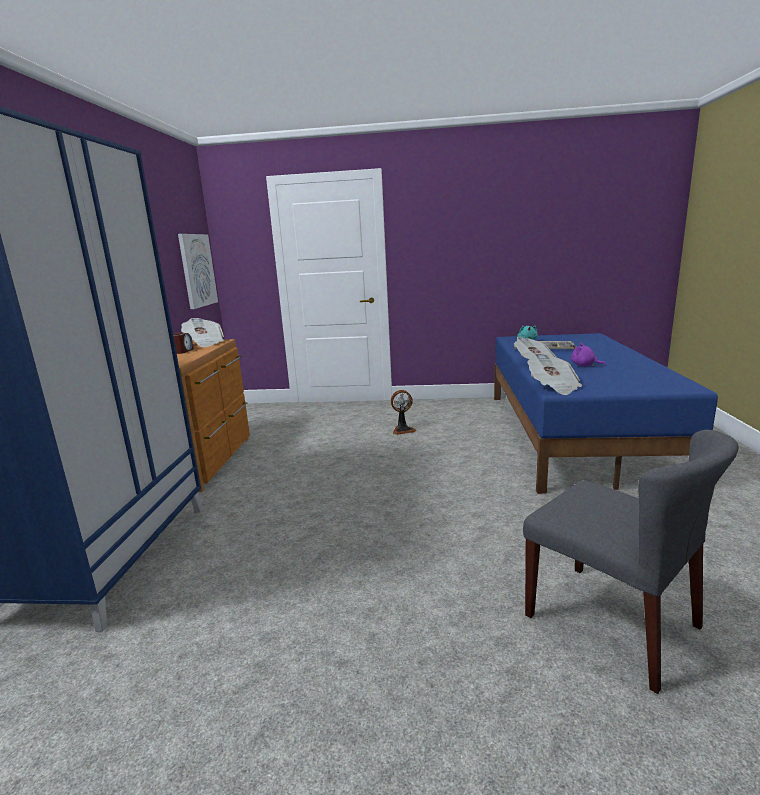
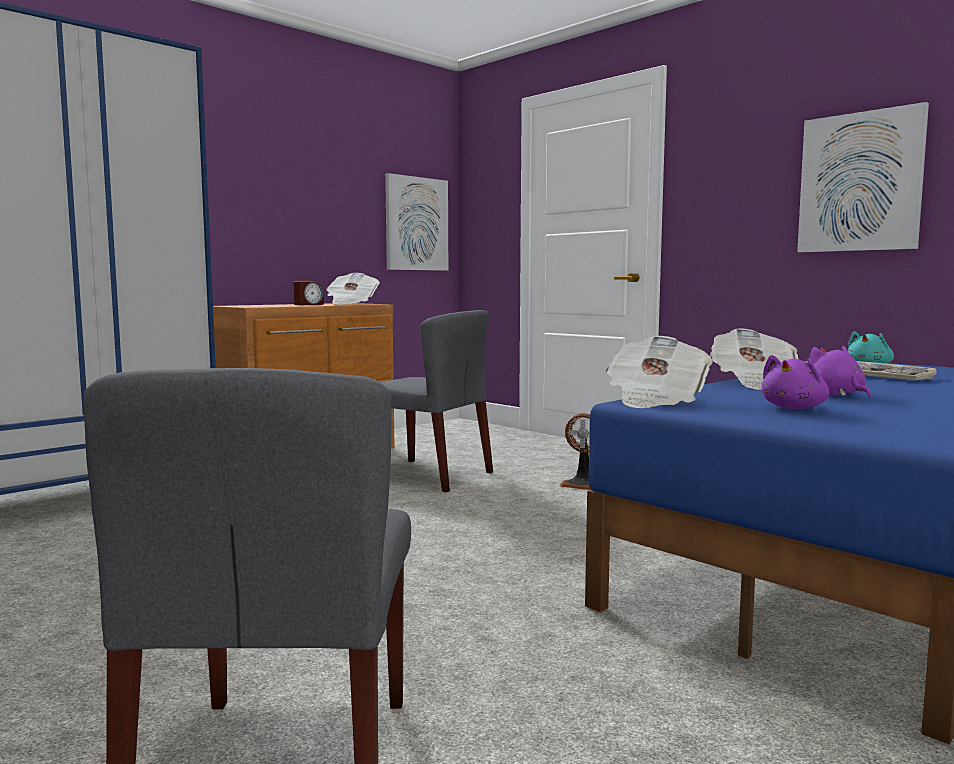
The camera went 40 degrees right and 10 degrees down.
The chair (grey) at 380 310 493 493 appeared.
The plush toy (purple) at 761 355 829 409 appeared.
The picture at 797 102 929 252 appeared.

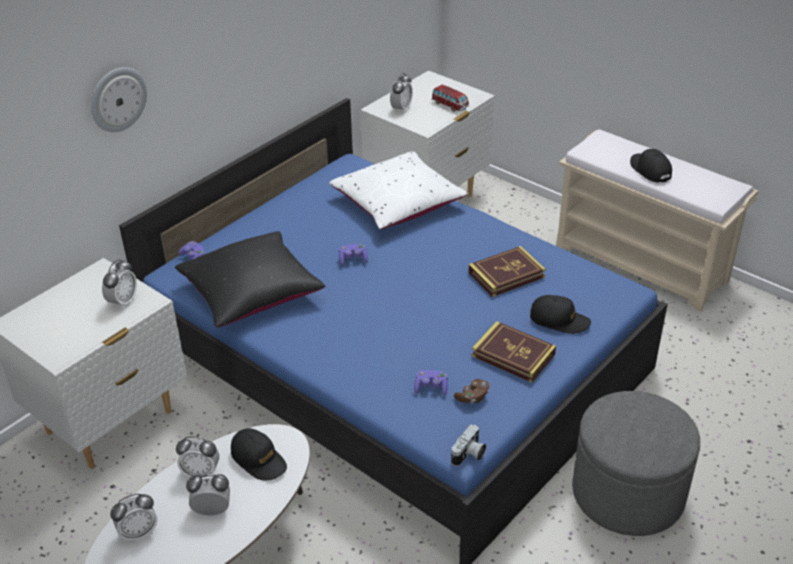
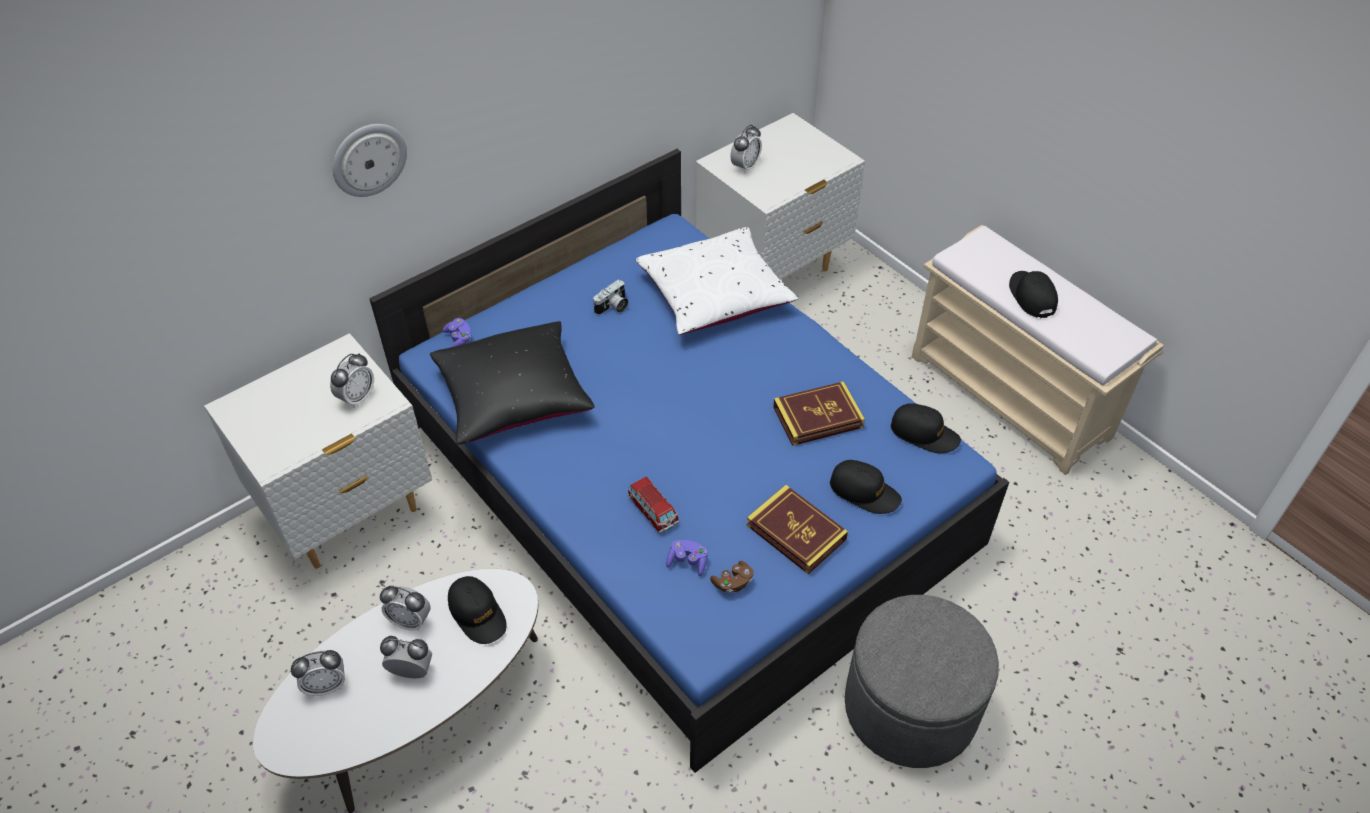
The camera went 10 degrees right and 10 degrees up.
The photo camera moved from 451 424 486 466 to 593 280 629 315.
The toy car moved from 431 84 469 112 to 627 476 679 534.
The cap (black) at 891 403 961 453 appeared.
The game controller (purple) at 339 244 368 266 disappeared.

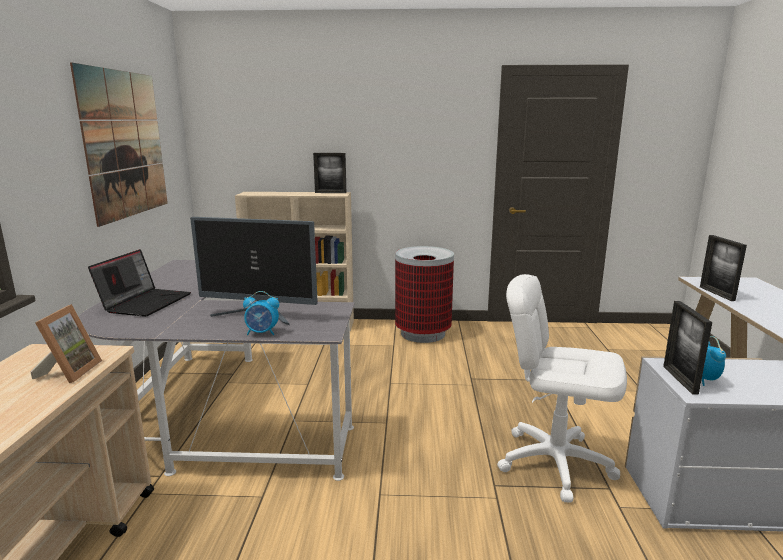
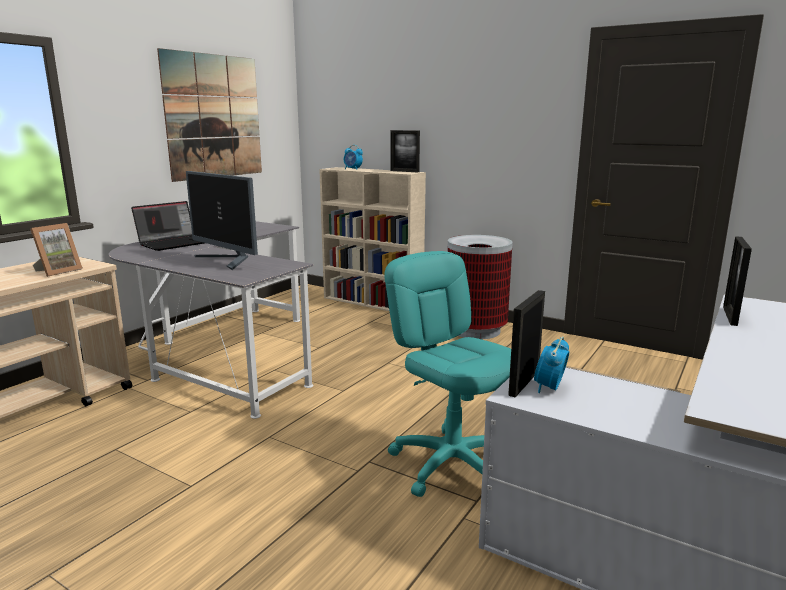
The camera went 30 degrees right and 0 degrees up.
The alarm clock moved from 243 291 279 335 to 344 145 363 169.
The office chair (white) at 497 274 627 503 became the office chair (turquoise) at 385 251 511 497.

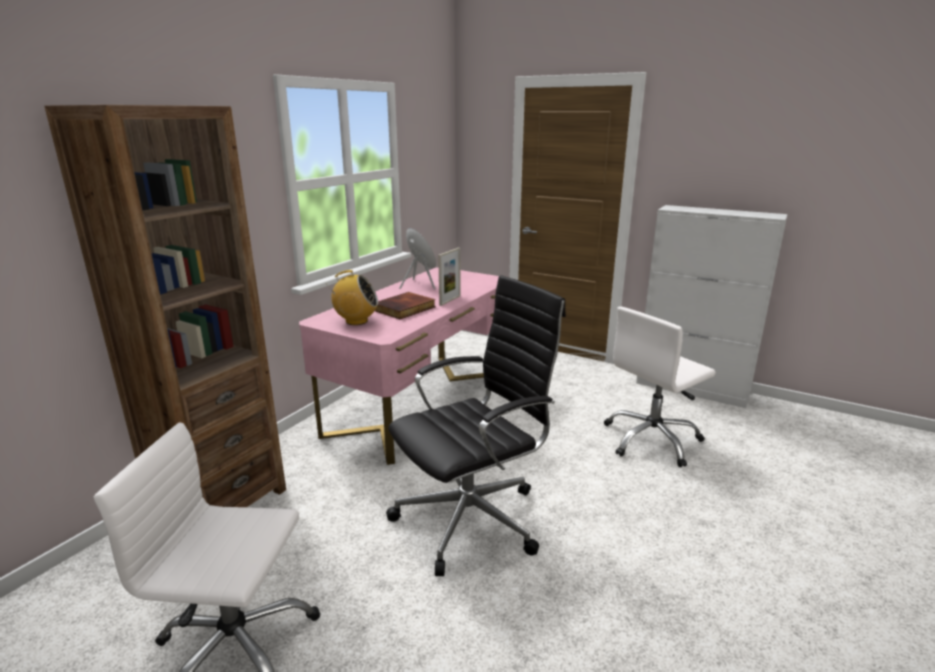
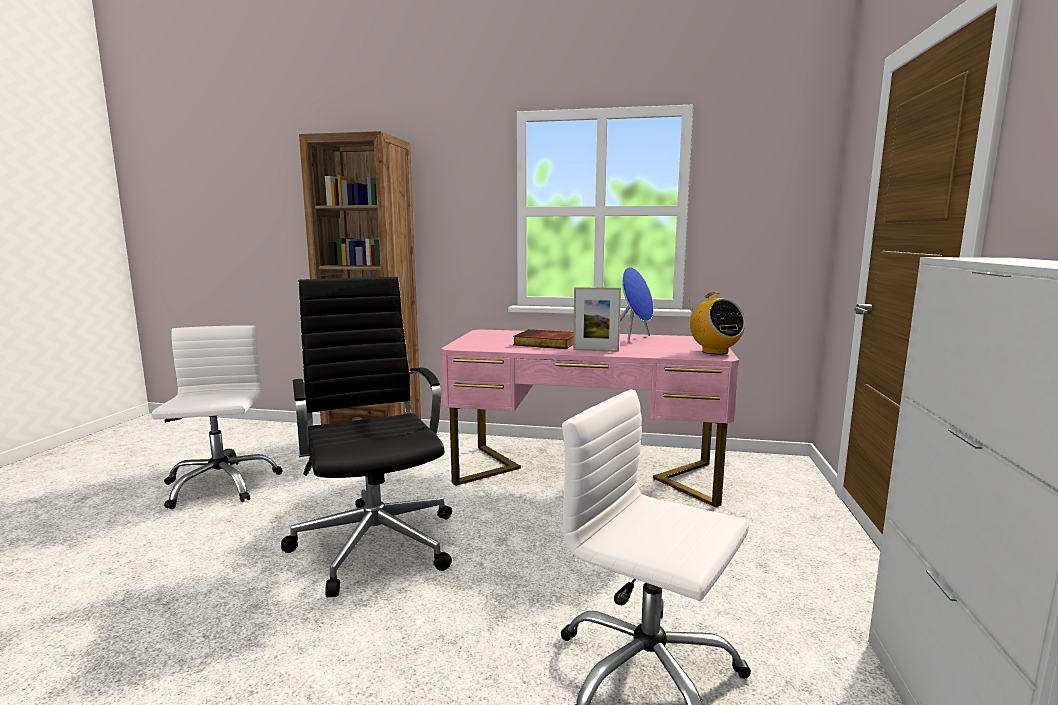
The camera went 70 degrees right and 10 degrees down.
The office chair (black) at 386 275 566 576 turned 150 degrees counterclockwise.
The radio moved from 326 270 378 325 to 690 292 745 355.

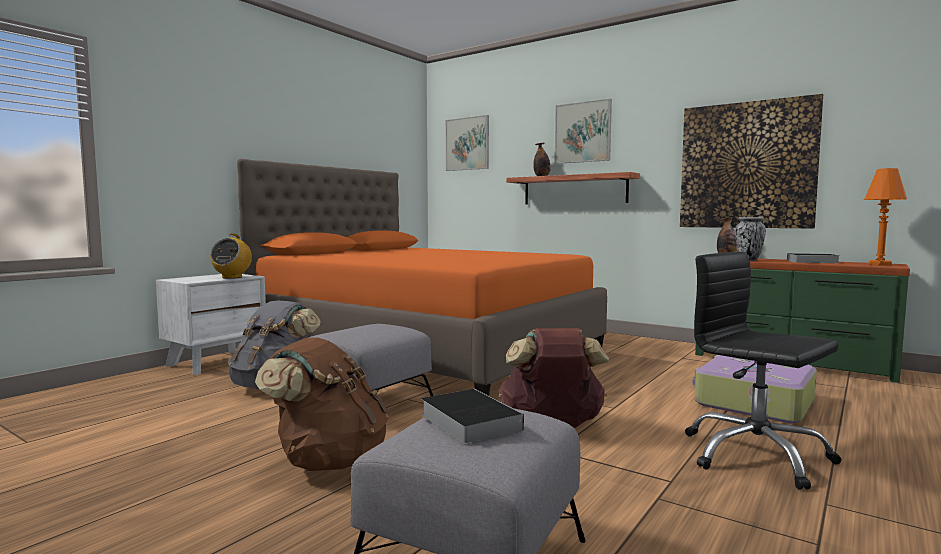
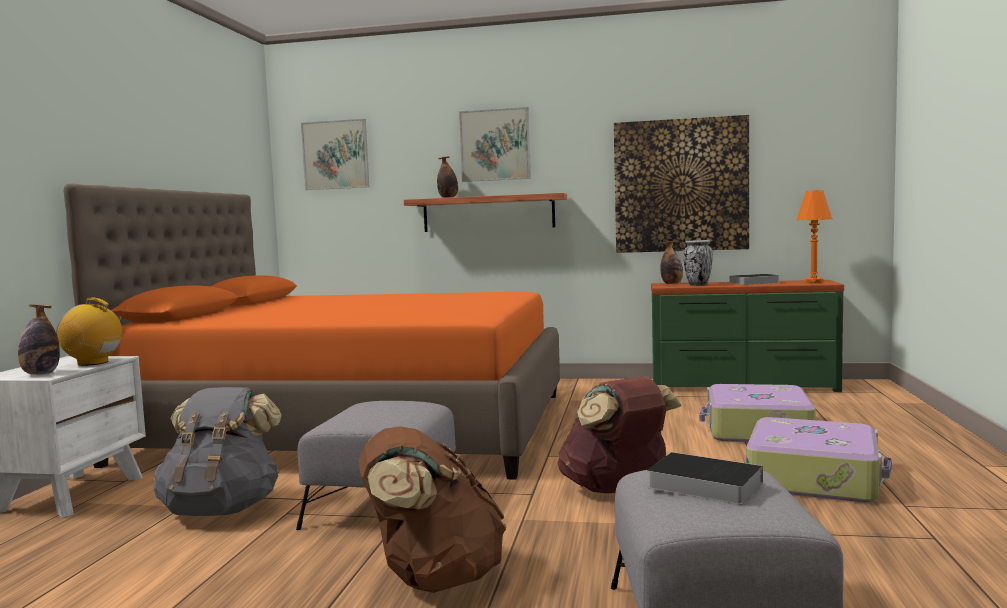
The camera went 25 degrees left and 0 degrees up.
The bottle at 18 304 60 375 appeared.
The radio at 210 233 252 279 turned 120 degrees clockwise.
The office chair (black) at 685 252 842 490 was replaced by the suitcase at 746 417 892 502.

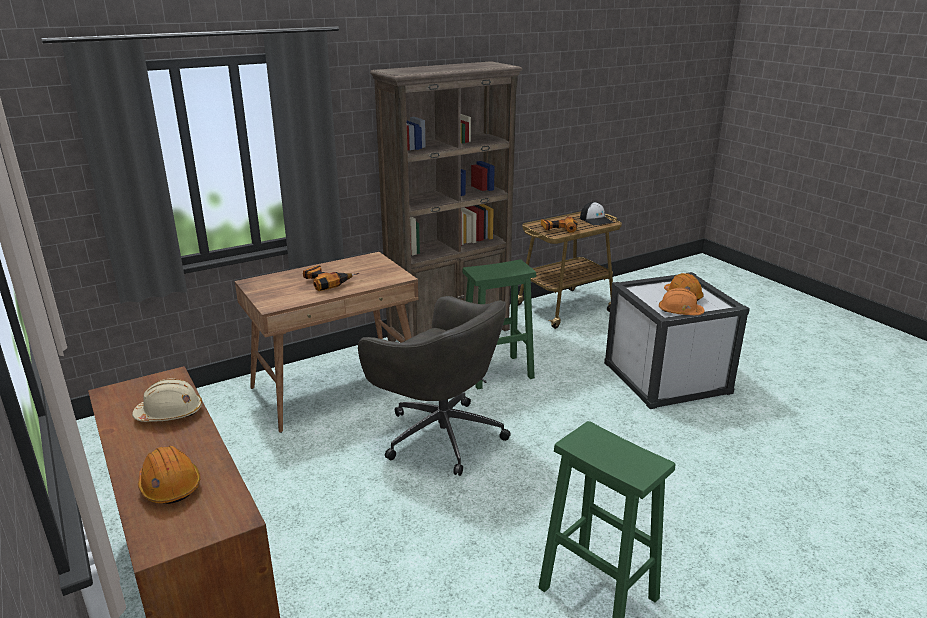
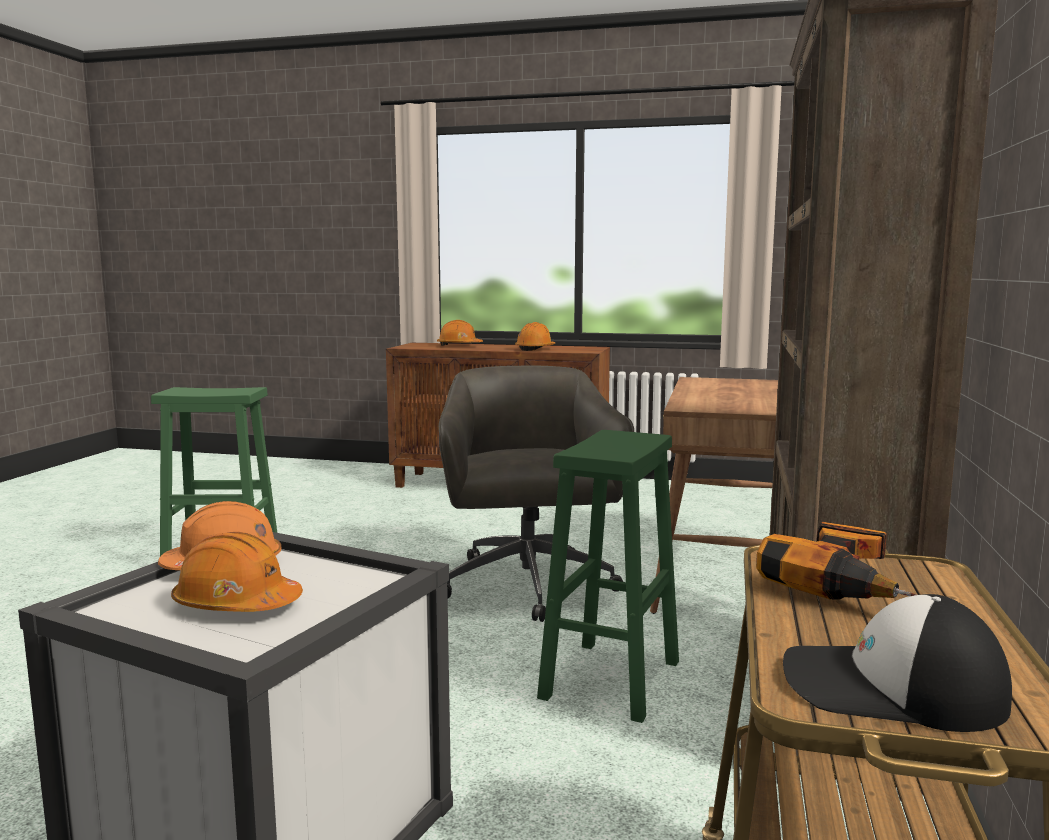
The camera went 135 degrees right and 15 degrees down.
The office chair (grey) at 358 296 511 476 turned 90 degrees clockwise.
The hard hat (beige) at 132 379 202 422 became the hard hat (orange) at 515 322 555 351.
The power drill at 303 265 359 291 disappeared.

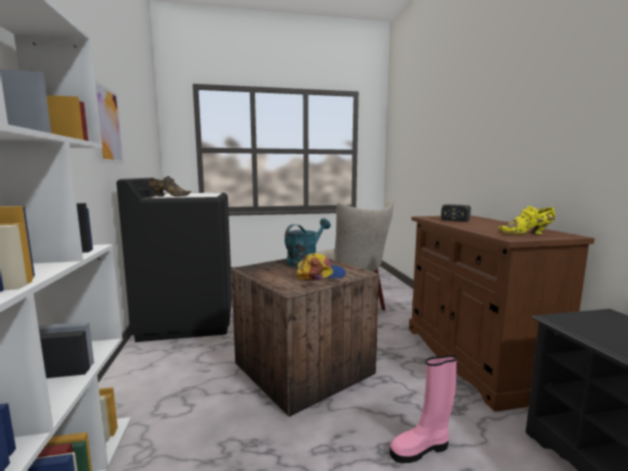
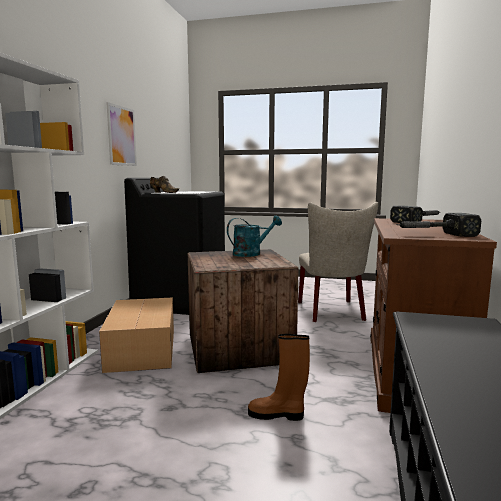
The camera went 25 degrees right and 0 degrees up.
The cardboard box at 99 298 174 373 appeared.
The boot (pink) at 390 355 457 463 became the boot (brown) at 248 334 310 421.
The shoe (yellow) at 498 206 555 234 was replaced by the hammer at 396 213 481 237.
The cap at 296 253 346 281 disappeared.

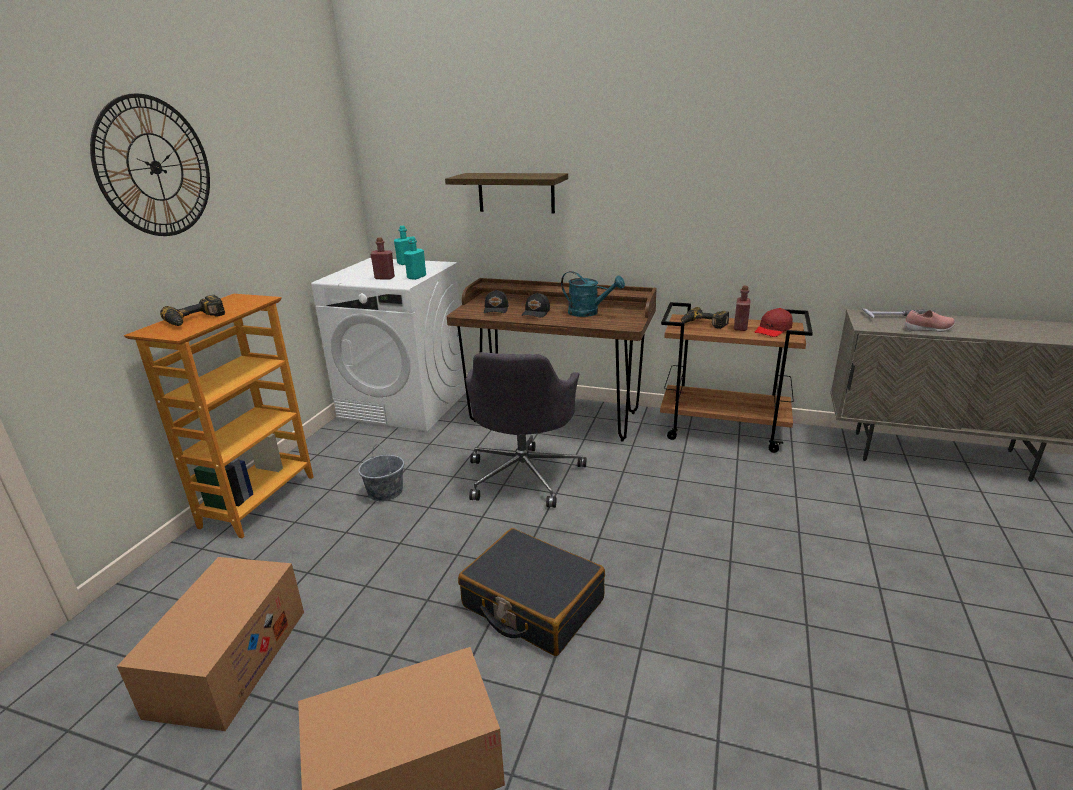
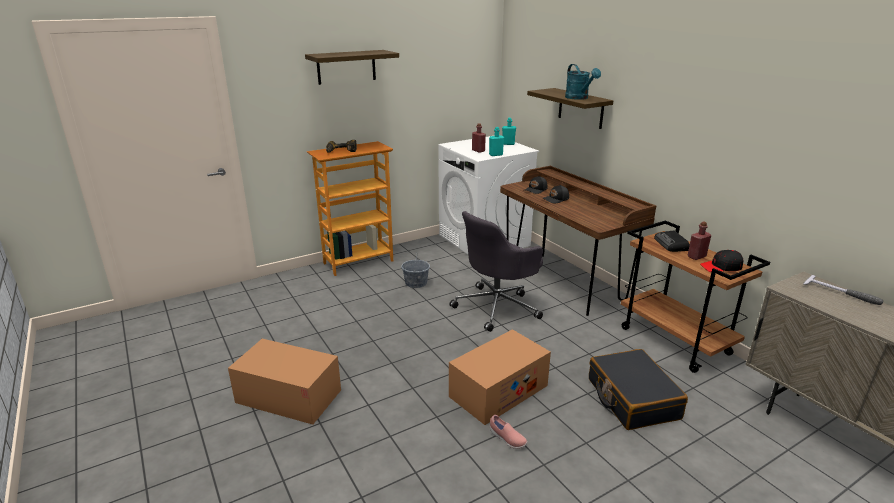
The camera went 40 degrees right and 0 degrees up.
The wall clock at 90 93 210 236 was replaced by the shelf at 305 50 399 85.
The cardboard box moved from 117 557 304 731 to 449 329 551 425.
The shoe (pink) moved from 905 310 955 332 to 490 415 528 449.
The watering can (turquoise) moved from 561 271 625 317 to 565 64 601 100.
The suitcase (black) moved from 458 528 605 656 to 589 349 688 430.
The power drill at 681 307 729 329 was replaced by the radio at 654 230 689 252.
The cap (red) at 755 308 793 337 became the cap (black) at 700 250 743 272.

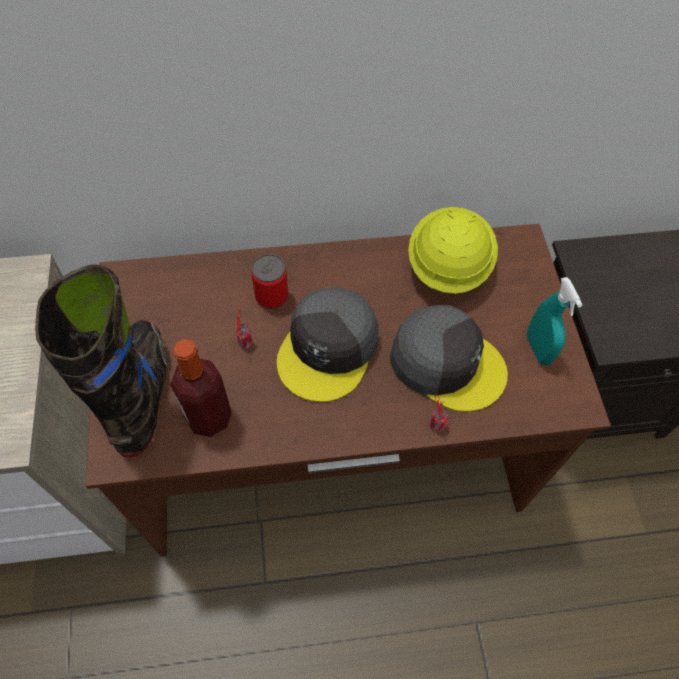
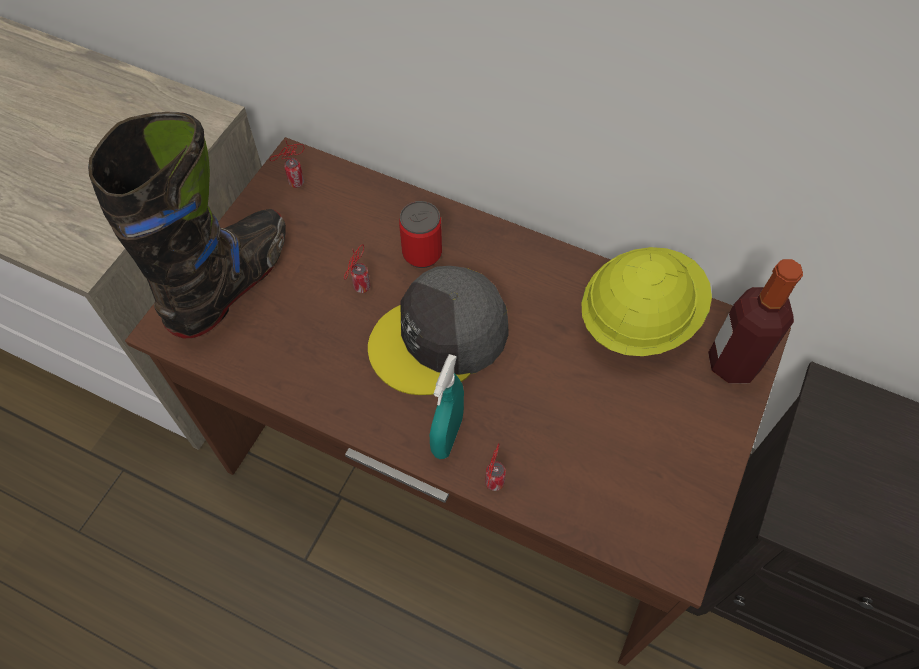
The camera went 35 degrees right and 0 degrees up.
The can at 269 140 304 188 appeared.
The spray bottle (turquoise) moved from 527 277 583 365 to 430 354 464 459.
The bottle moved from 170 339 232 437 to 708 259 803 384.
The cap (grey) at 390 305 508 412 disappeared.

